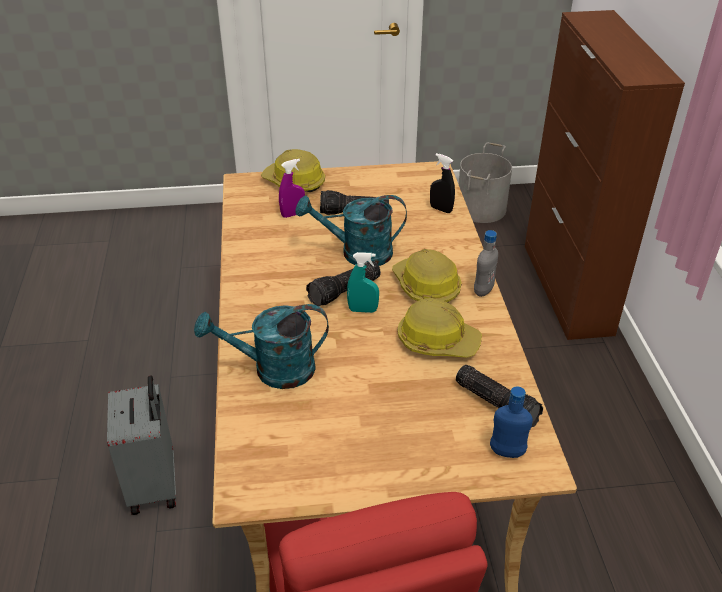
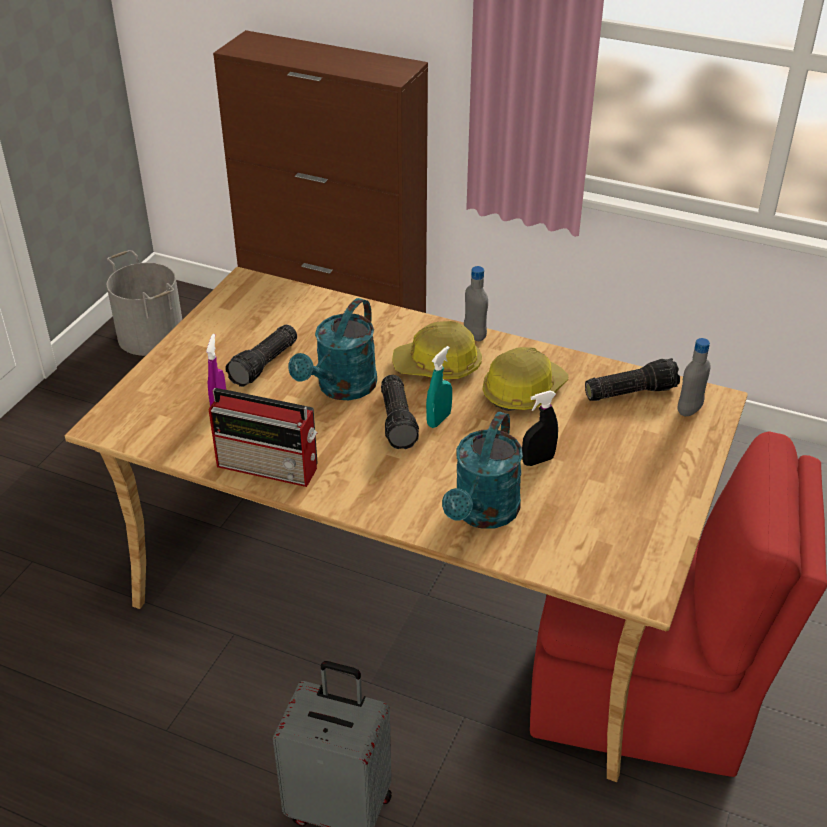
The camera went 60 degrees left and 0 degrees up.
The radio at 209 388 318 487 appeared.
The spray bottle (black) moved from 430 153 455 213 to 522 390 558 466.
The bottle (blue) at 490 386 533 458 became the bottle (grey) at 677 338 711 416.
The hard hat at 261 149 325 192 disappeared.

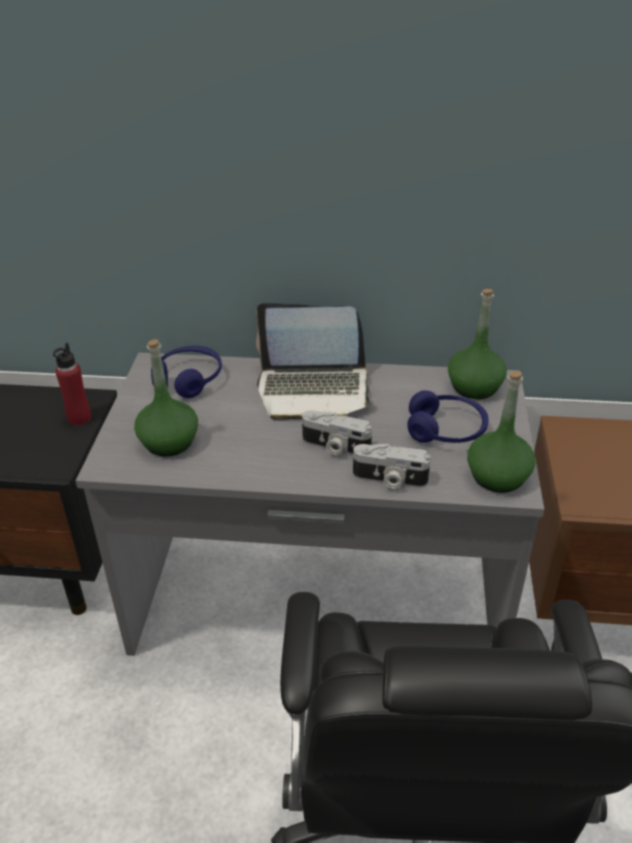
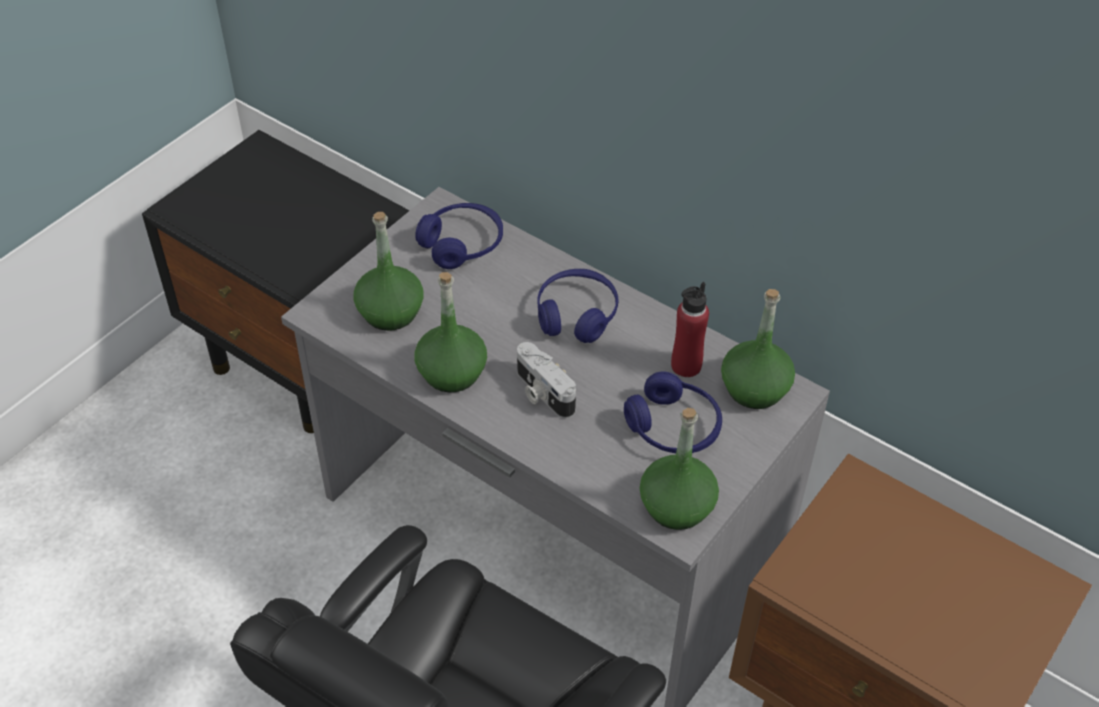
The camera went 30 degrees right and 10 degrees up.
The bottle (green) at 415 272 487 392 appeared.
The laptop at 256 303 374 421 was replaced by the headphones (blue) at 538 269 619 343.
The bottle (red) moved from 53 343 91 426 to 671 282 709 377.
The photo camera at 353 444 431 489 disappeared.

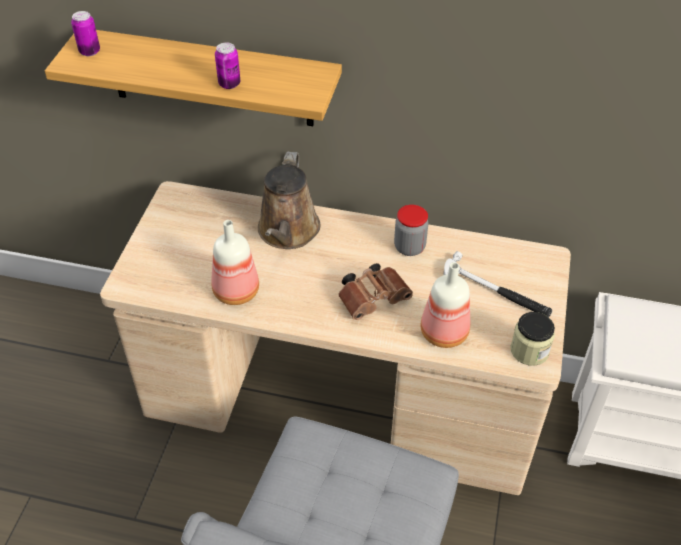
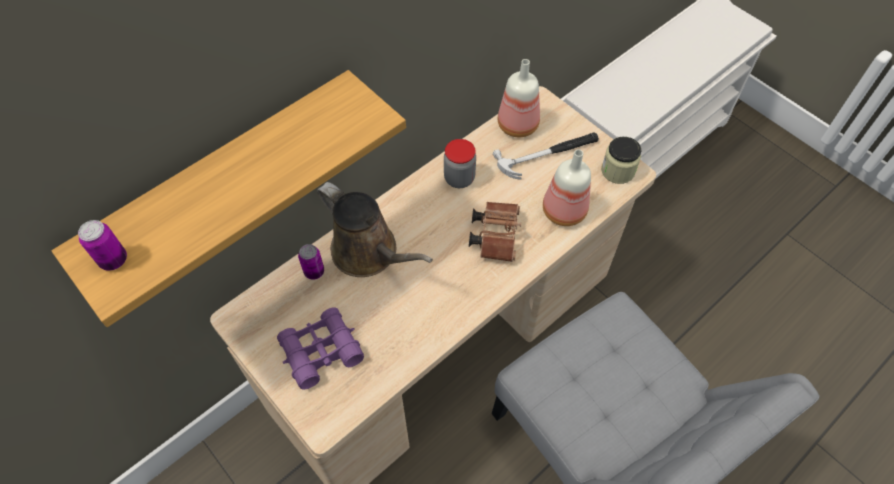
The camera went 55 degrees left and 10 degrees up.
The binoculars (purple) at 277 307 364 389 appeared.
The can moved from 215 42 240 89 to 298 244 324 280.
The bottle moved from 211 220 259 305 to 498 59 540 137.

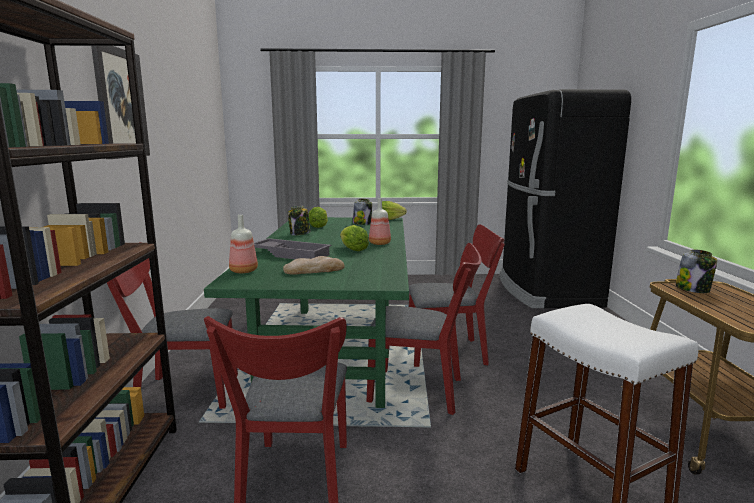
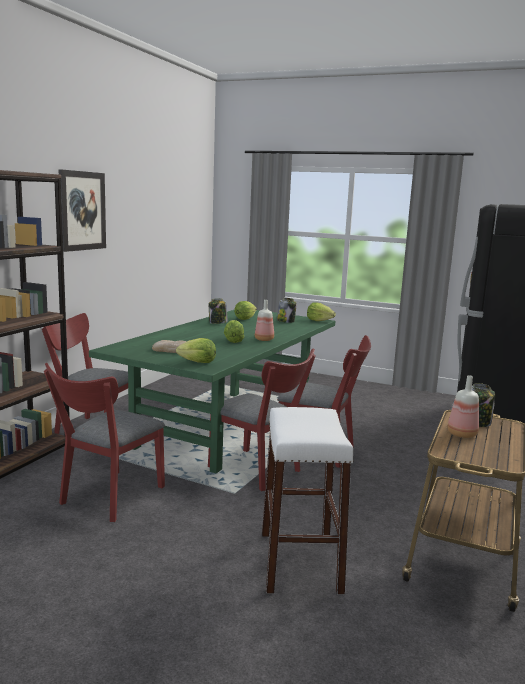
The camera went 25 degrees right and 0 degrees up.
The lettuce at 176 338 216 363 appeared.
The bottle moved from 229 215 258 273 to 447 375 479 438.
The tray (grey) at 254 238 331 259 disappeared.

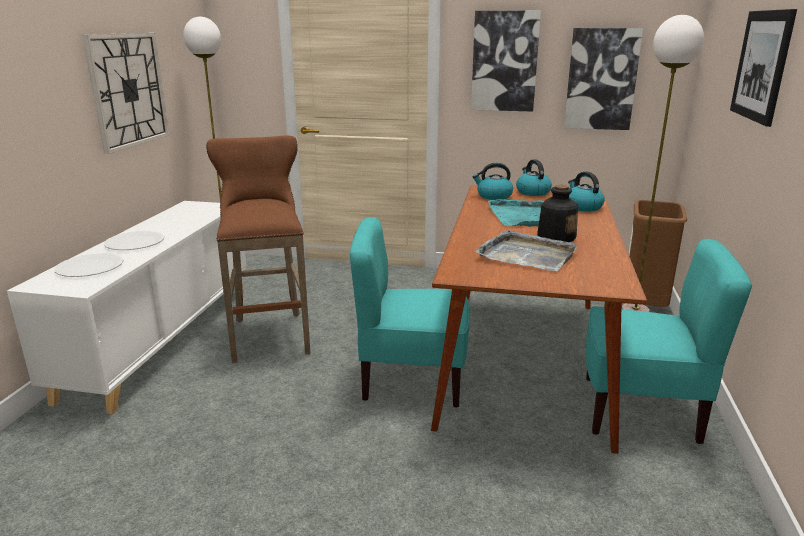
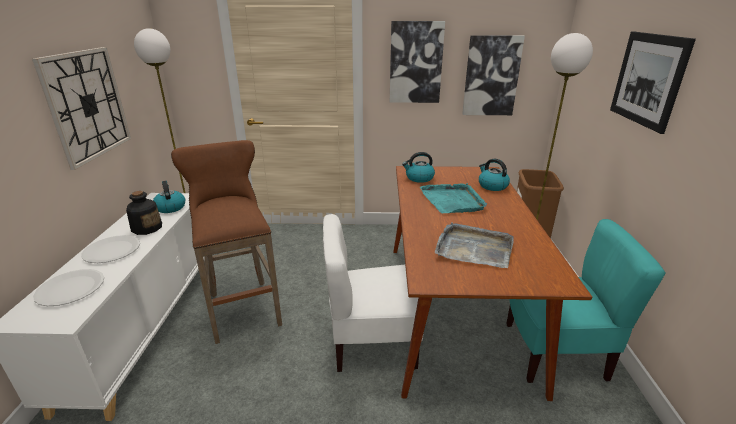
The camera went 10 degrees left and 5 degrees up.
The bottle moved from 537 185 578 242 to 126 191 162 235.
The kettle moved from 516 159 552 196 to 153 181 185 213.
The chair (turquoise) at 350 217 470 408 became the chair (white) at 323 214 424 372.

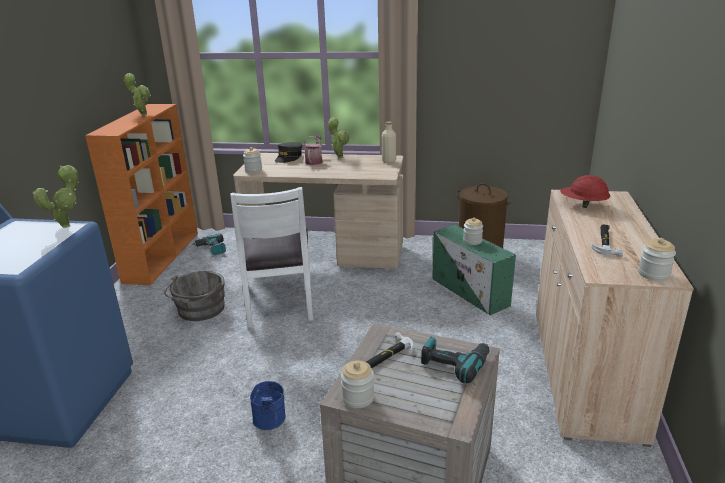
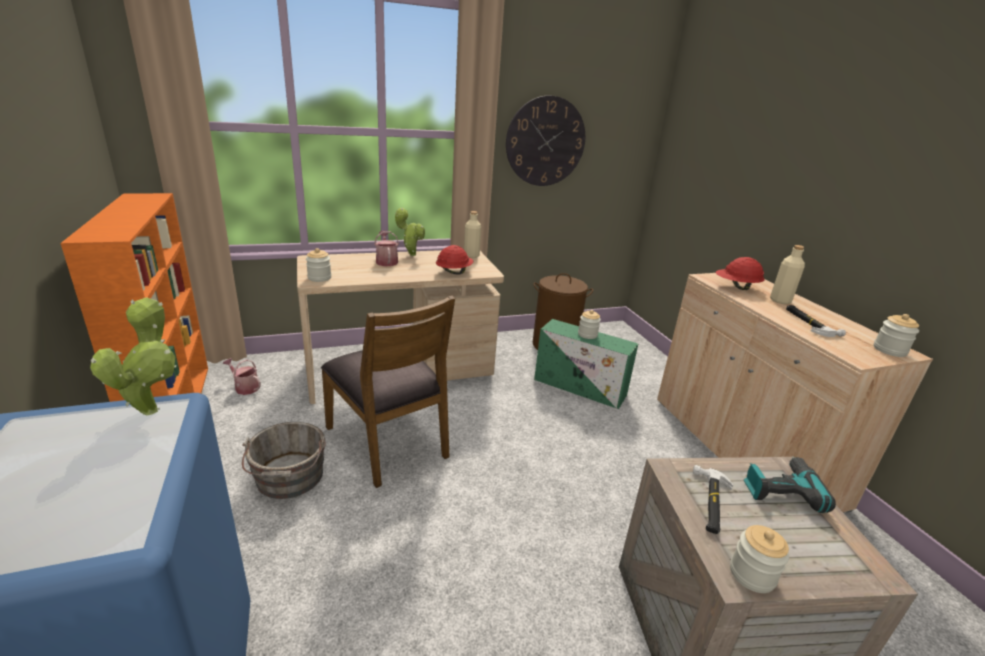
The camera went 30 degrees left and 0 degrees up.
The power drill at 192 234 226 255 was replaced by the watering can at 223 358 261 395.
The chair (white) at 230 187 313 328 became the chair (brown) at 321 295 455 488.
The hard hat (red) at 436 245 474 275 appeared.
The wall clock at 506 95 585 186 appeared.
The bottle (beige) at 770 245 805 304 appeared.
The potted plant at 124 73 151 115 disappeared.
The bucket (blue) at 250 381 285 430 disappeared.
The cap (grey) at 275 142 302 163 disappeared.

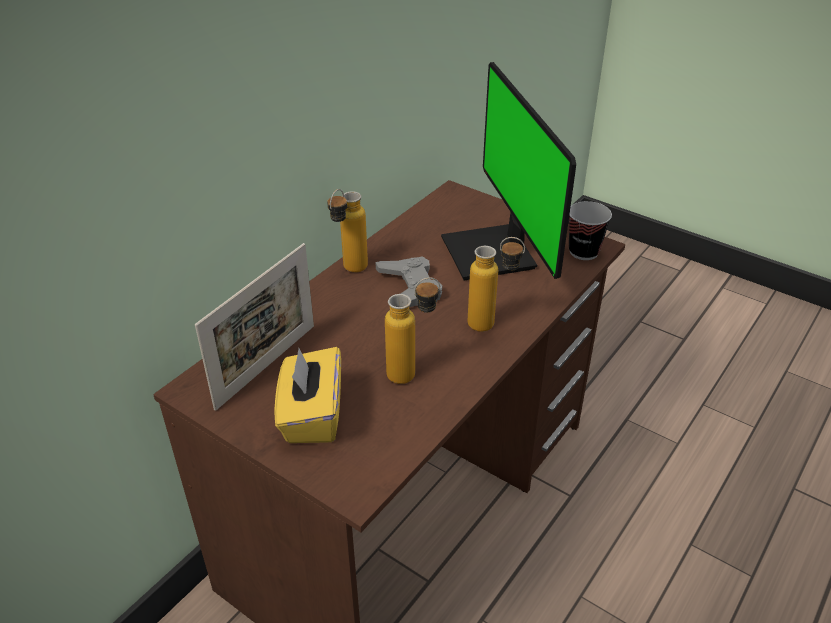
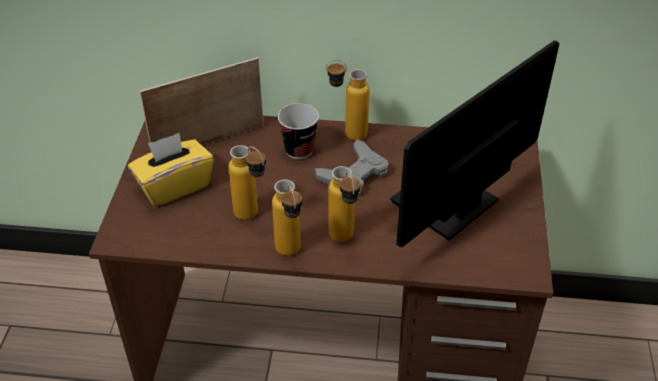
The camera went 60 degrees right and 5 degrees up.
The picture frame at 195 243 314 411 turned 150 degrees clockwise.
The bottle at 272 179 302 256 appeared.
The cup moved from 569 201 612 260 to 278 103 319 159.

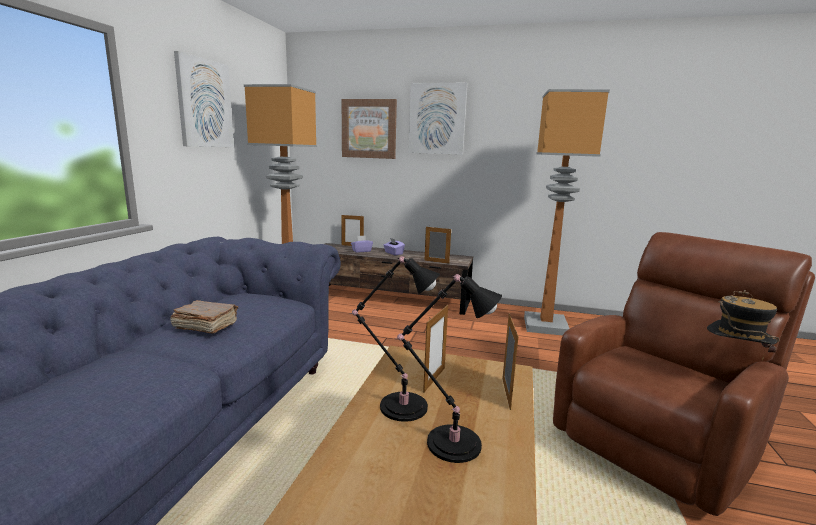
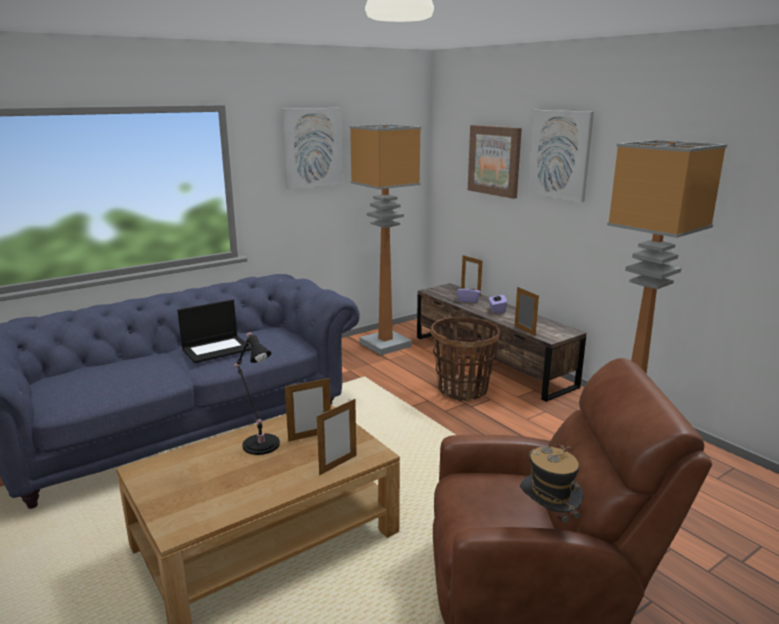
The camera went 40 degrees right and 5 degrees up.
The book (brown) at 170 300 238 334 was replaced by the laptop at 177 300 251 363.
The basket at 431 317 500 401 appeared.
The table lamp (black) at 396 274 502 463 disappeared.

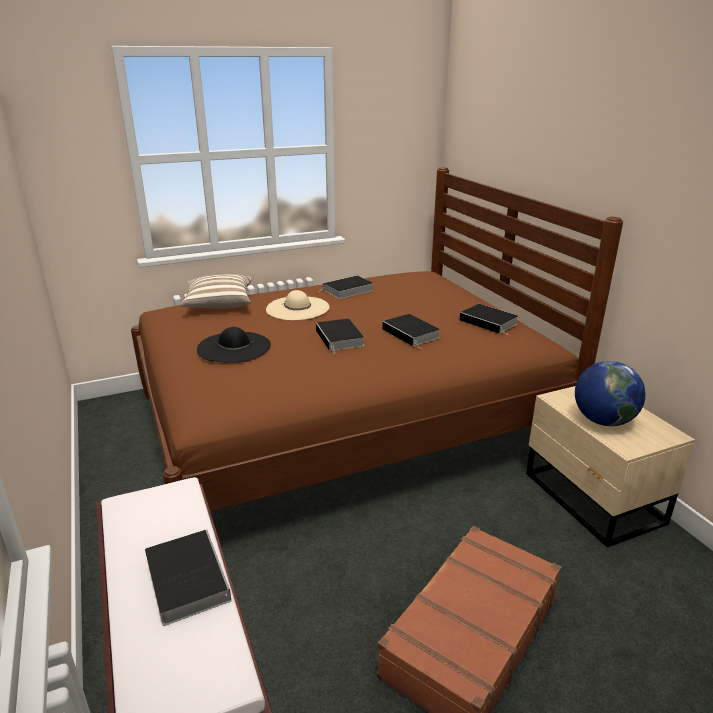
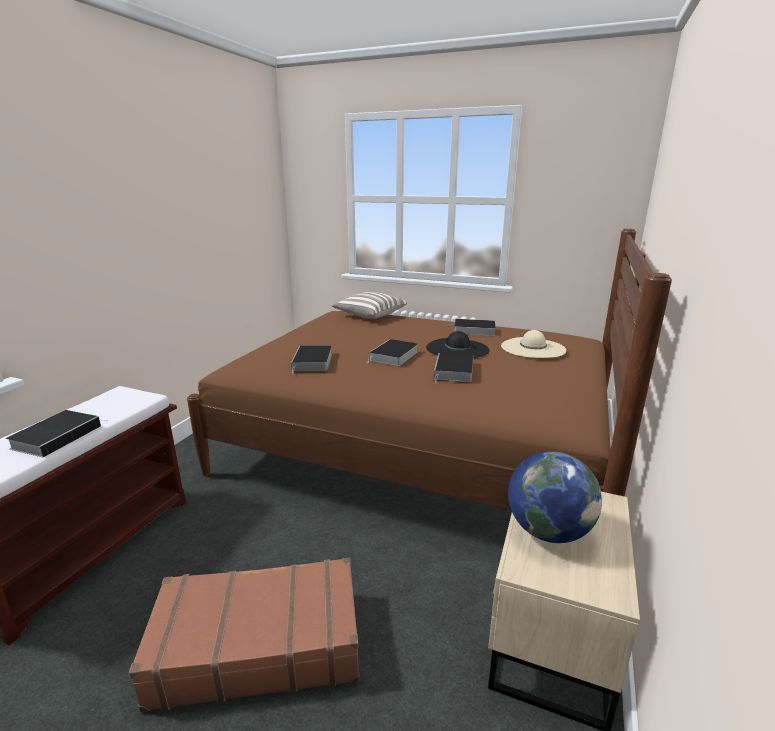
The camera went 45 degrees right and 5 degrees down.
The book moved from 459 304 518 336 to 291 346 332 374.
The hat (black) moved from 197 327 271 363 to 426 331 490 358.
The hat (beige) moved from 266 290 329 320 to 501 330 566 358.

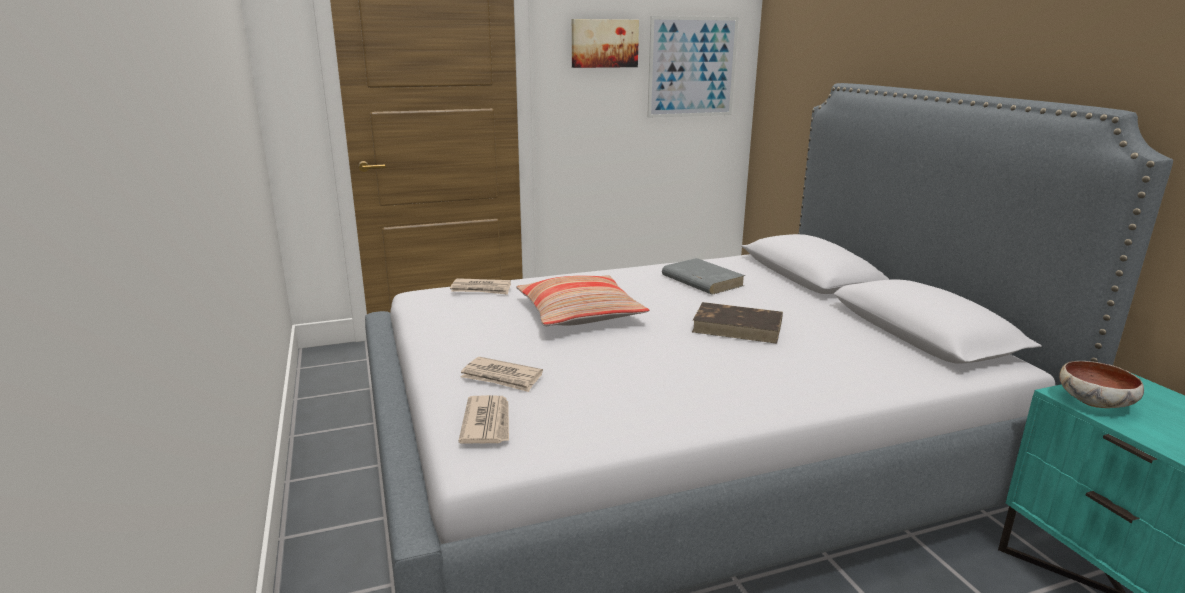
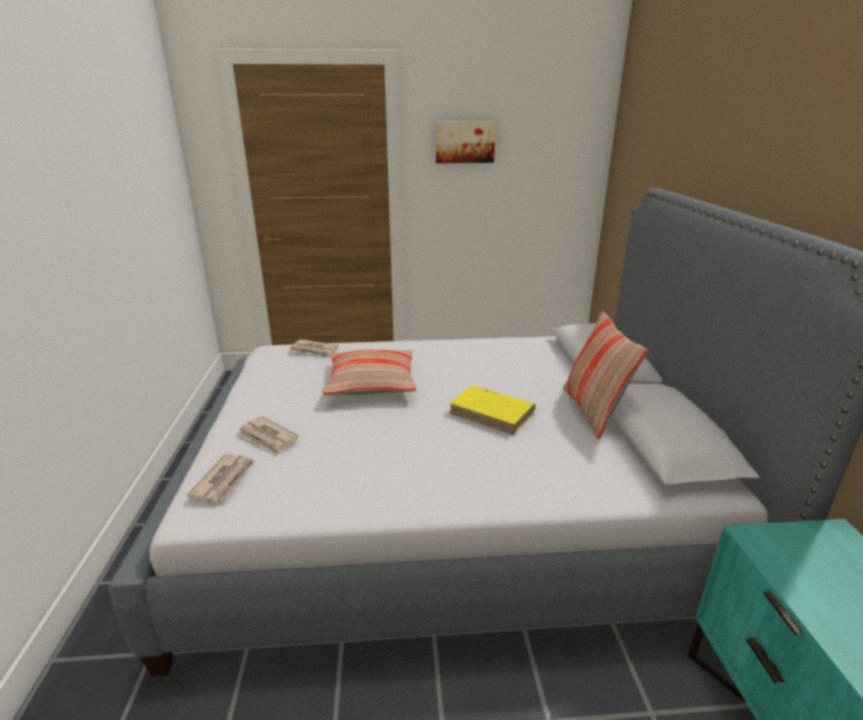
The camera went 15 degrees right and 5 degrees up.
The book (brown) at 692 302 783 344 became the book (yellow) at 449 385 536 435.
The pillow at 563 311 648 439 appeared.
The picture at 647 16 739 118 disappeared.
The book (grey) at 662 258 745 295 disappeared.
The bowl at 1059 361 1144 408 disappeared.

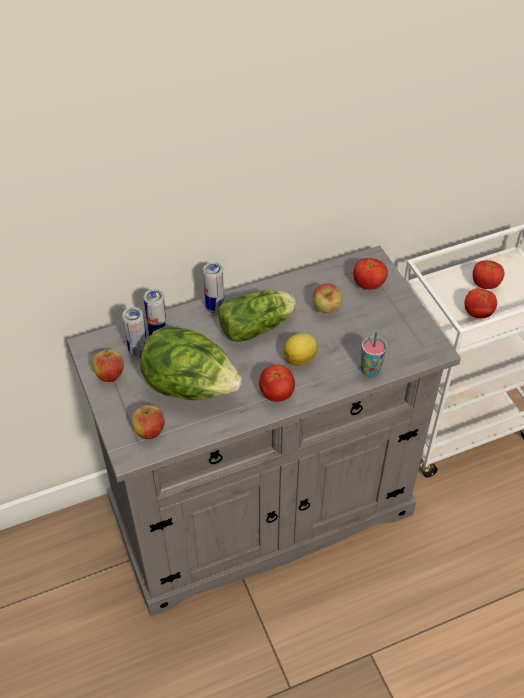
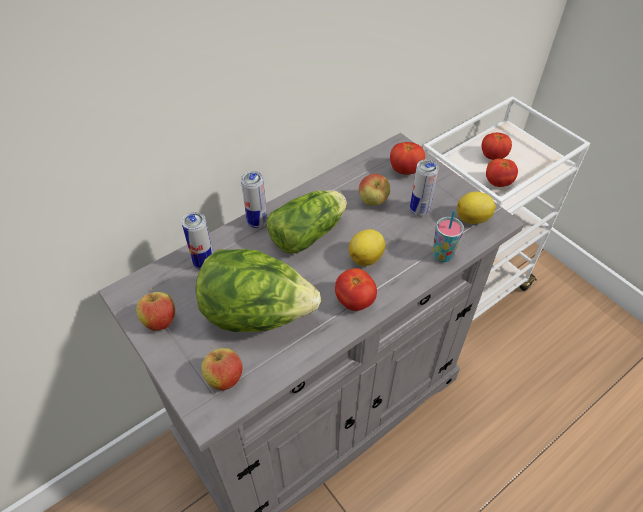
The camera went 15 degrees left and 0 degrees up.
The can moved from 122 307 147 359 to 410 159 439 216.
The lemon at 457 191 496 224 appeared.

